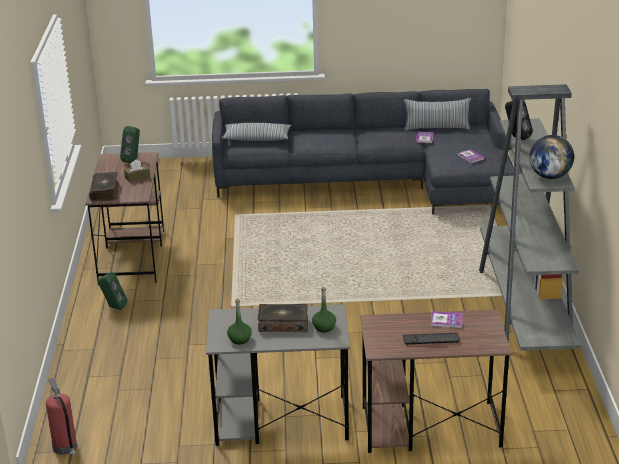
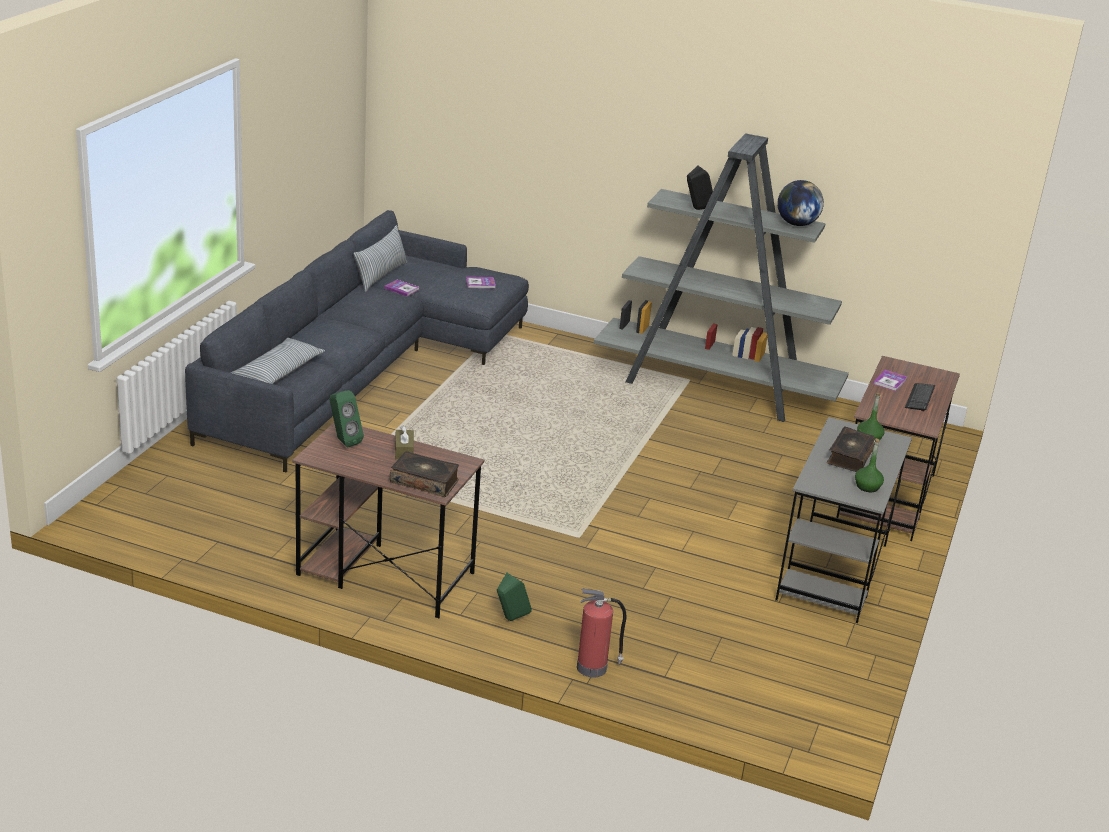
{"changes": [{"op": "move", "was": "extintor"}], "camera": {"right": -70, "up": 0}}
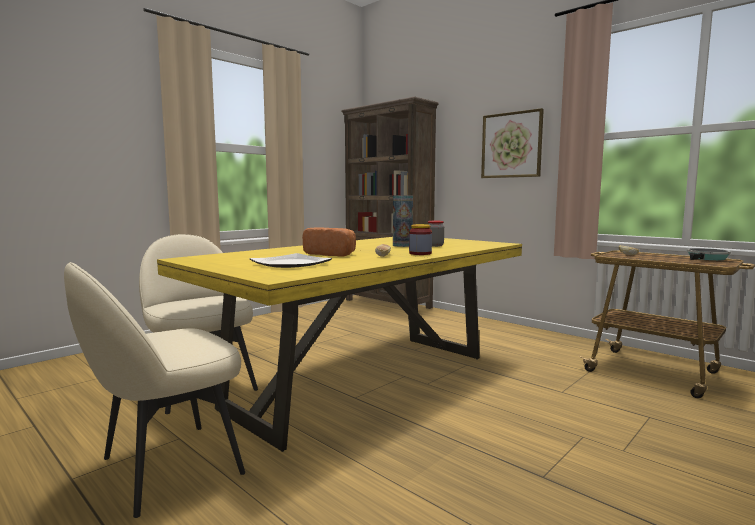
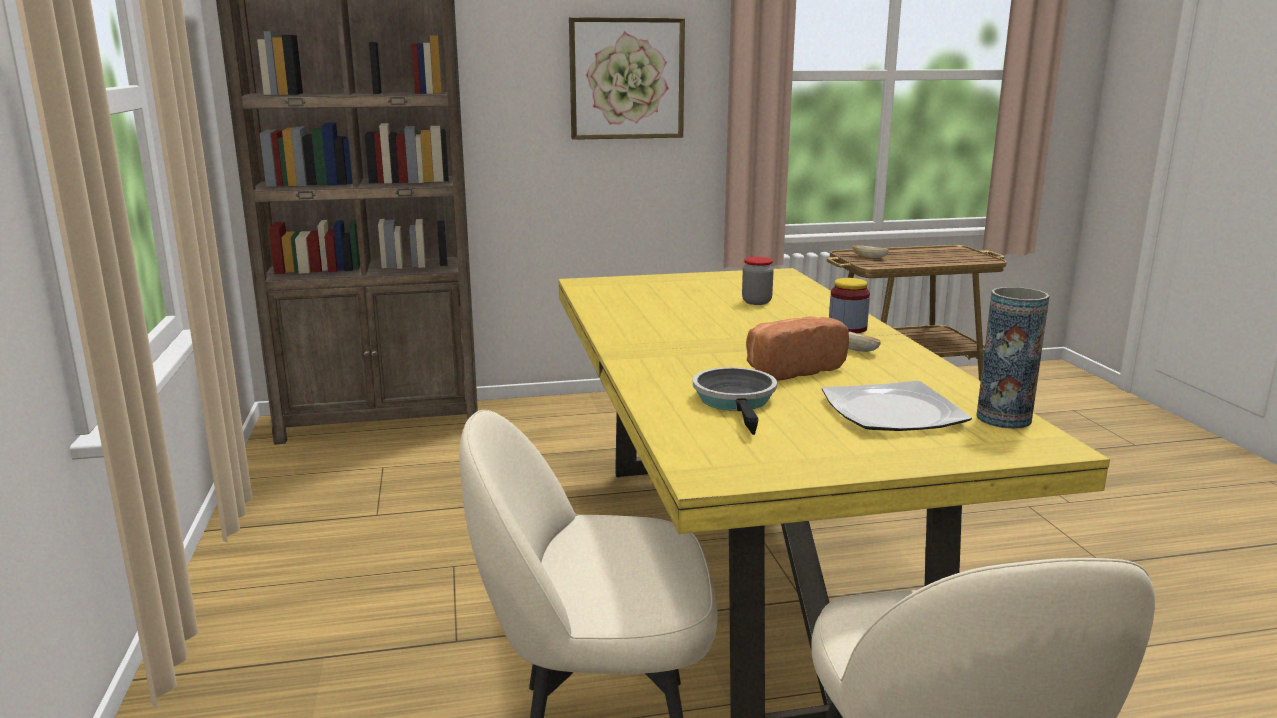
{"changes": [{"op": "move", "was": "florero"}, {"op": "move", "was": "sartén"}], "camera": {"right": -55, "up": 10}}
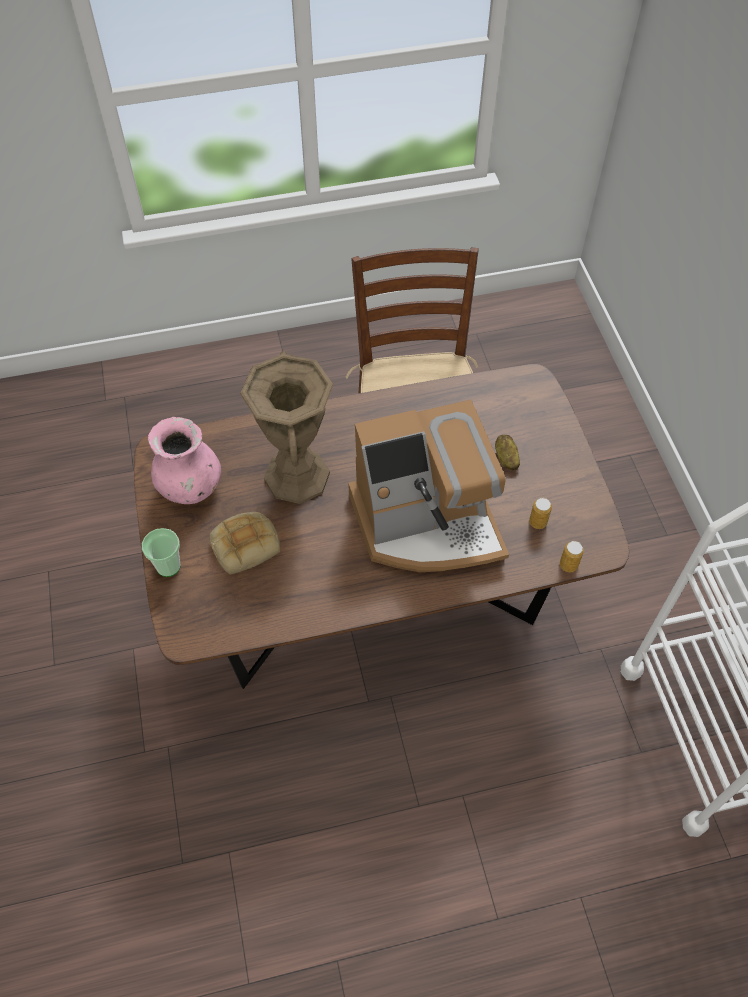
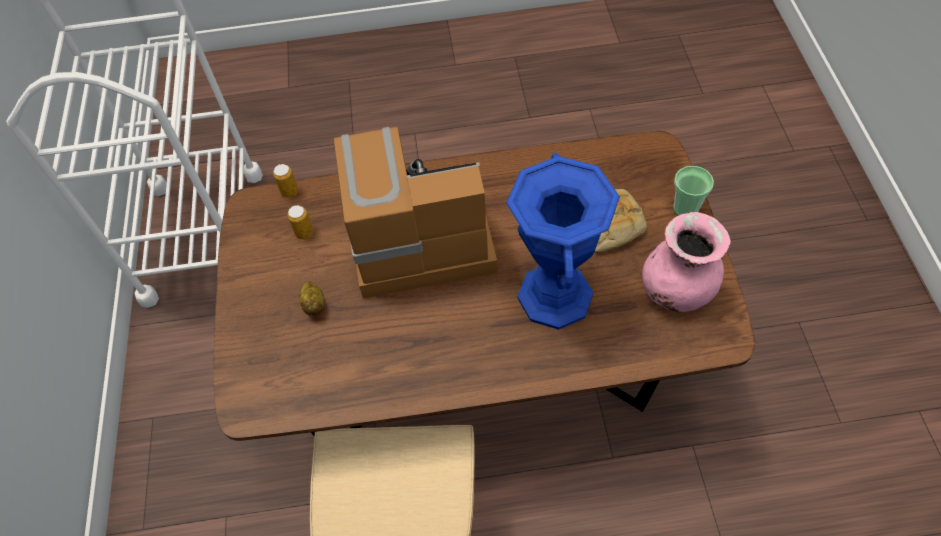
{"changes": [{"op": "recolor", "was": "florero [marrón]", "now": "florero [azul]"}], "camera": {"right": -170, "up": 0}}
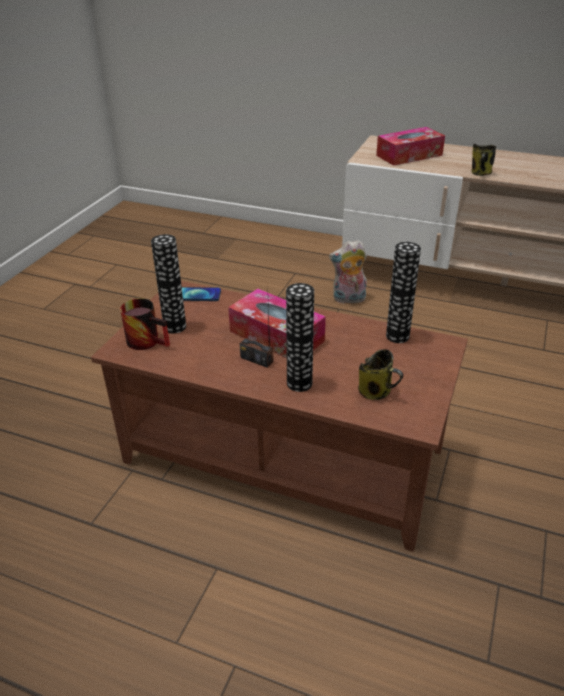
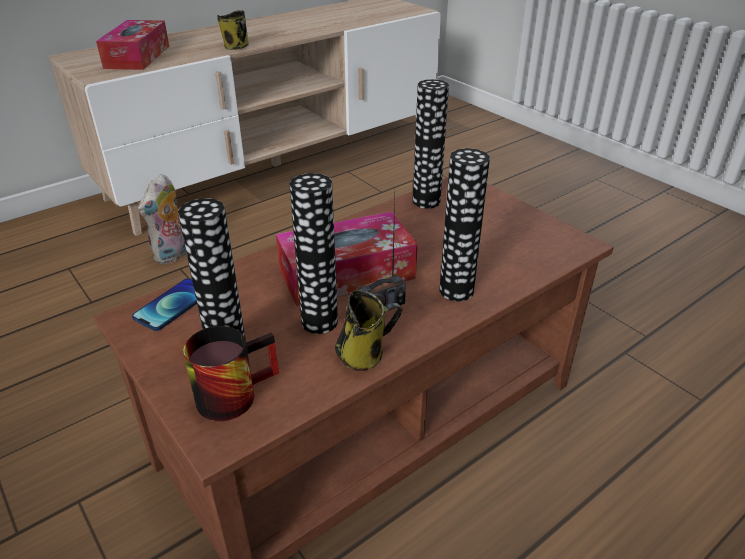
{"changes": [{"op": "move", "was": "taza grande (2nd from left in the first image)", "now": "taza grande (3rd from left)"}, {"op": "insert", "now": "florero (2nd from left)"}], "camera": {"right": -60, "up": 0}}
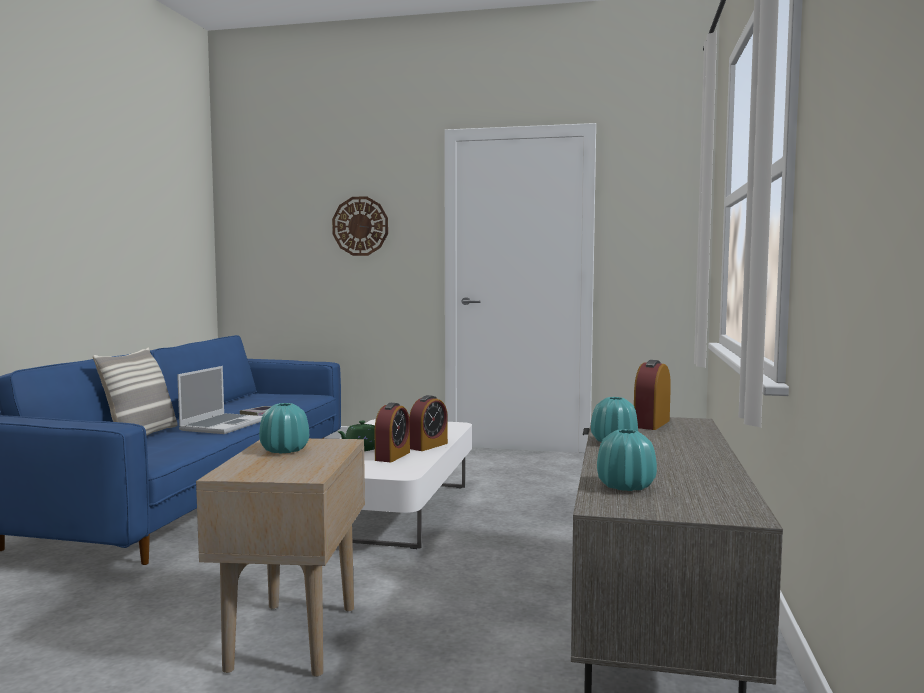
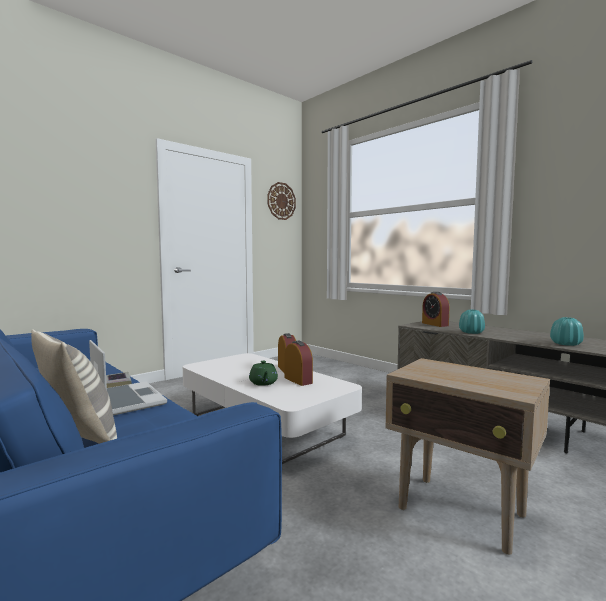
{"changes": [{"op": "move", "was": "reloj de pared"}, {"op": "delete", "was": "florero [turquesa] (1st from left)"}], "camera": {"right": -55, "up": 0}}
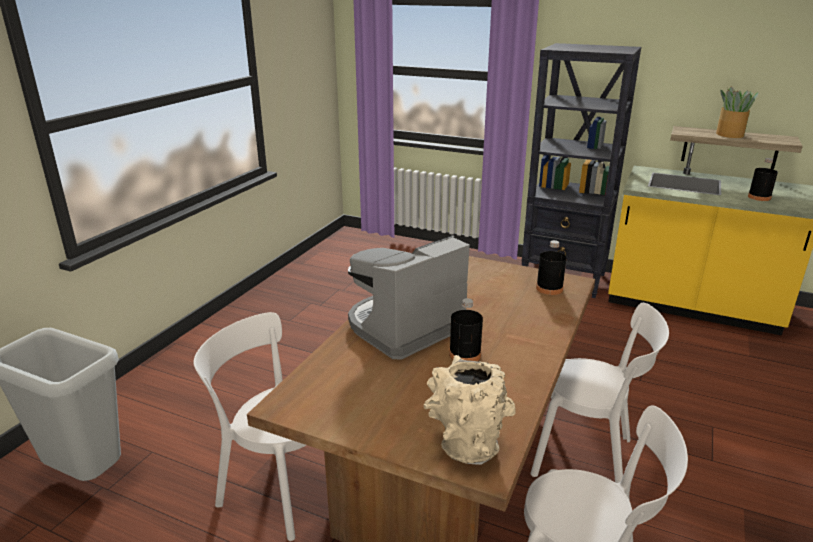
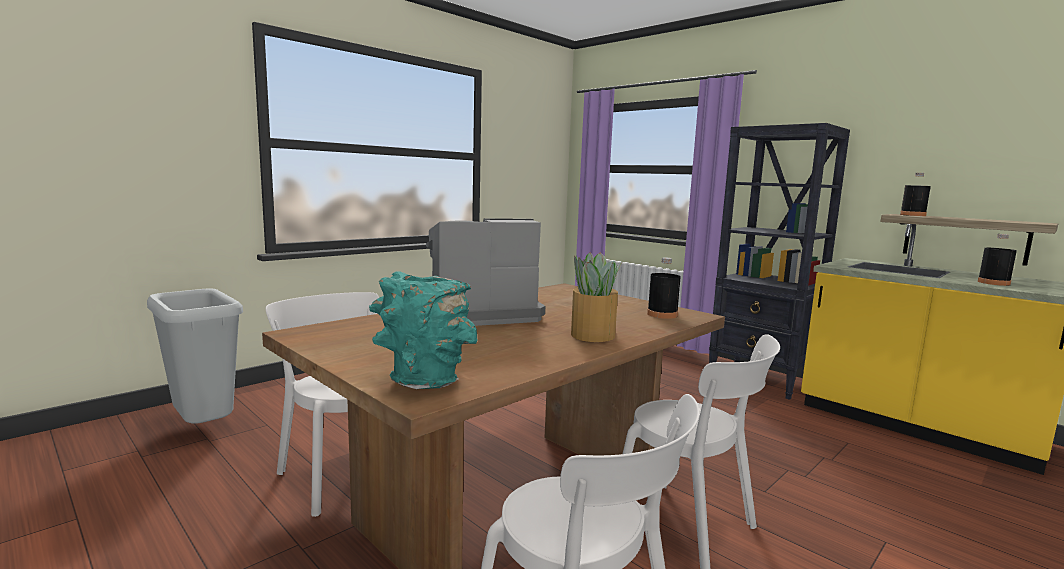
{"changes": [{"op": "move", "was": "planta en maceta"}, {"op": "move", "was": "botella [negro] (1st from left in the first image)", "now": "botella [negro] (2nd from left)"}, {"op": "recolor", "was": "florero [beis]", "now": "florero [turquesa]"}], "camera": {"right": 20, "up": -15}}
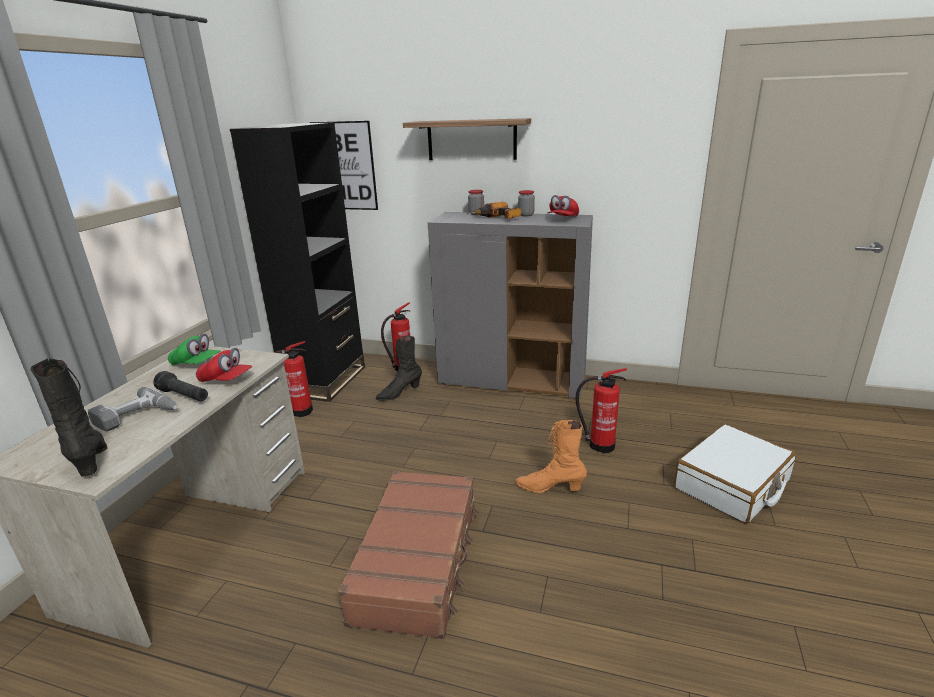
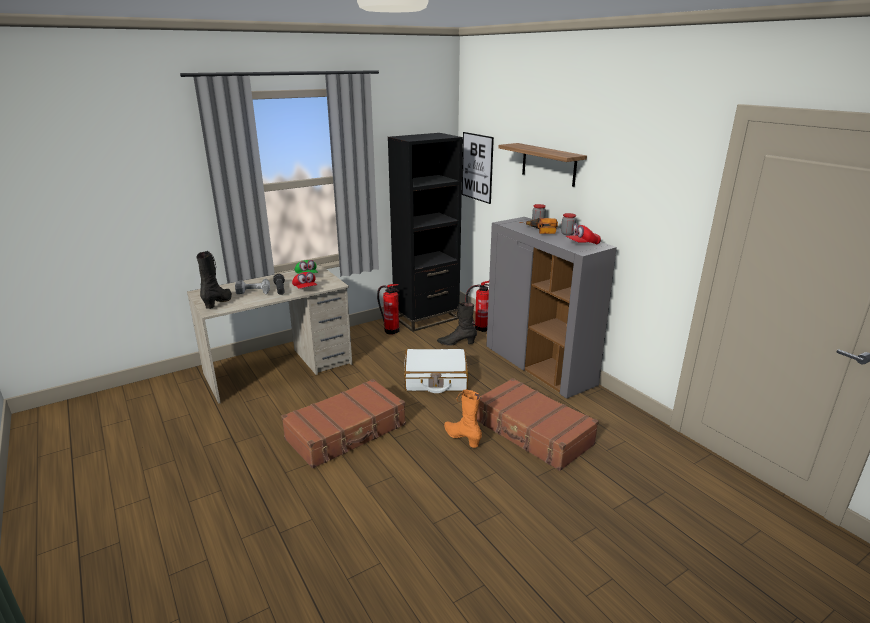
{"changes": [{"op": "replace", "was": "extintor (3rd from left)", "now": "maleta [marrón] (2nd from left)"}, {"op": "move", "was": "maleta [blanco]"}], "camera": {"right": 40, "up": 0}}
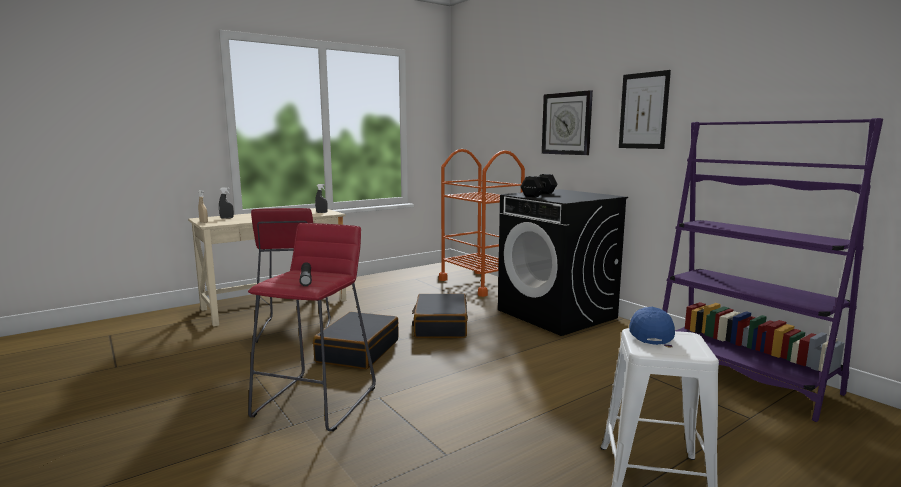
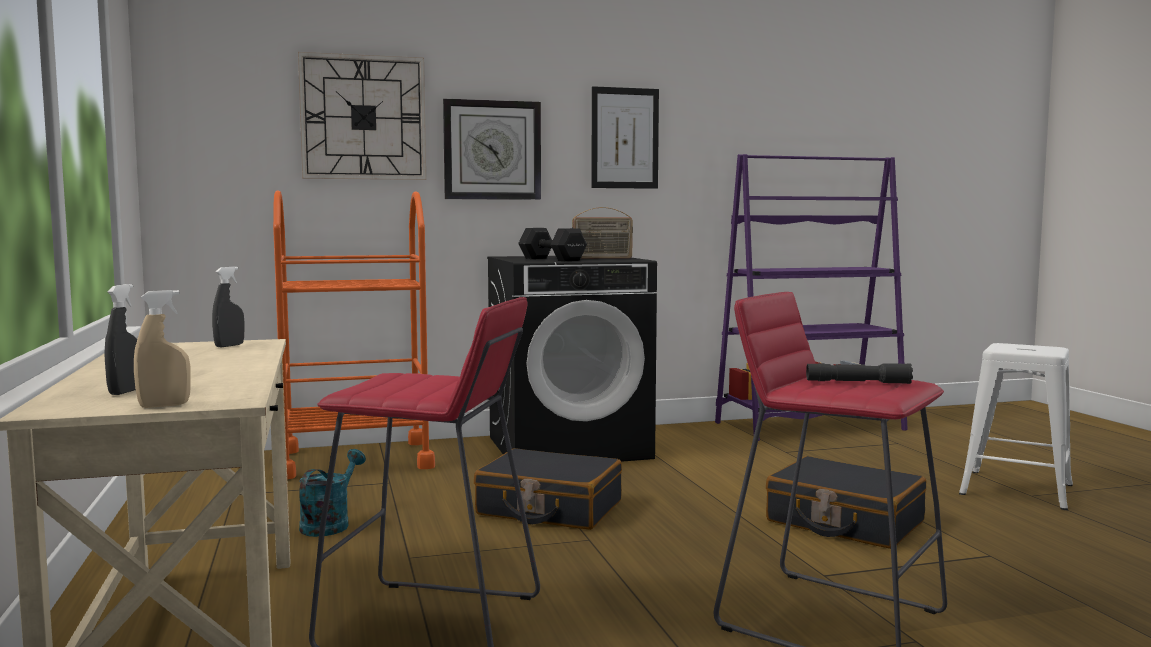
{"changes": [{"op": "delete", "was": "gorra [azul]"}, {"op": "move", "was": "maleta [negro] (1st from left in the first image)", "now": "maleta [negro] (2nd from left)"}, {"op": "insert", "now": "reloj de pared (1st from left)"}, {"op": "insert", "now": "radio"}, {"op": "insert", "now": "regadera [turquesa]"}], "camera": {"right": -70, "up": -5}}
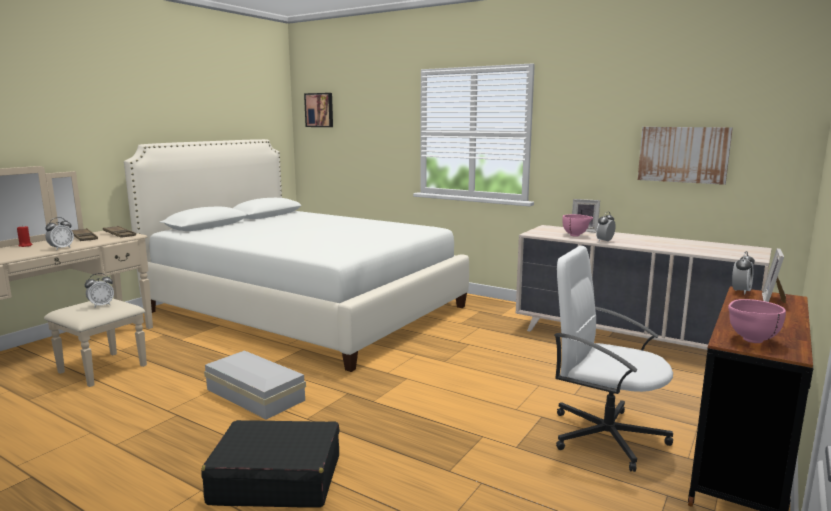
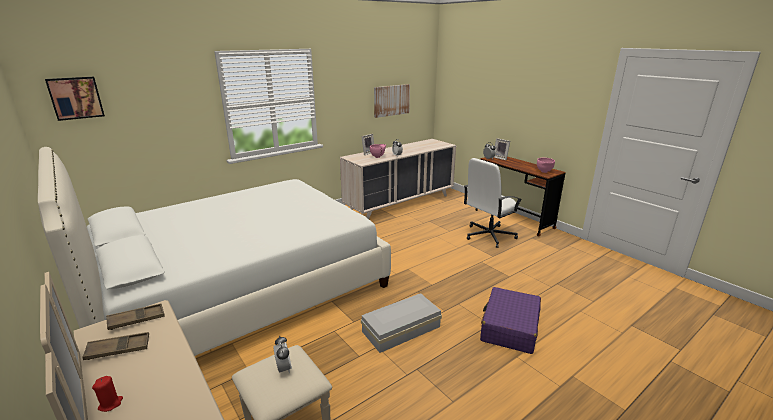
{"changes": [{"op": "delete", "was": "despertador (1st from left)"}, {"op": "recolor", "was": "maleta [negro]", "now": "maleta [morado]"}], "camera": {"right": -70, "up": 10}}
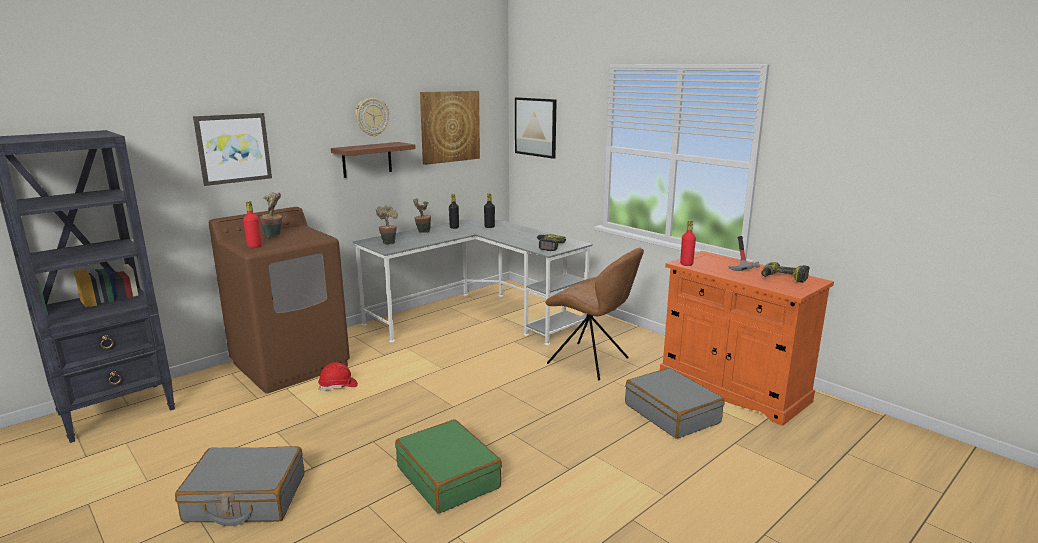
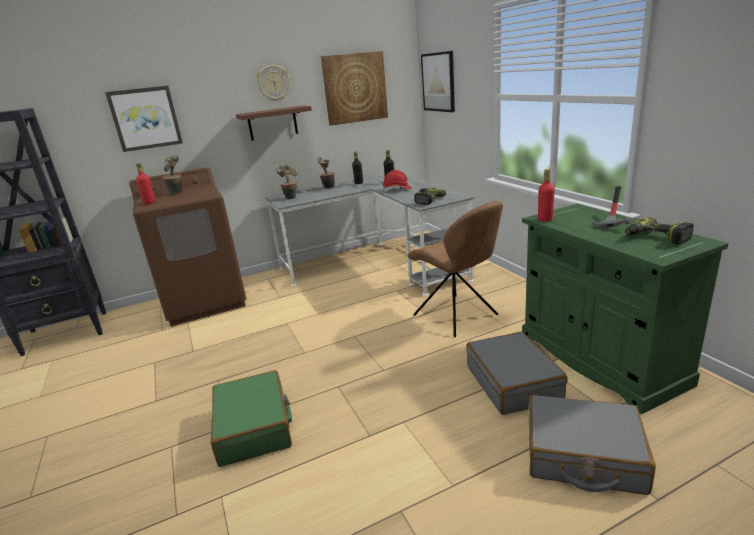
{"changes": [{"op": "recolor", "was": "armario [naranja]", "now": "armario [verde]"}, {"op": "move", "was": "casco [rojo]"}, {"op": "move", "was": "maleta [gris] (1st from left in the first image)", "now": "maleta [gris] (2nd from left)"}], "camera": {"right": 20, "up": 5}}
